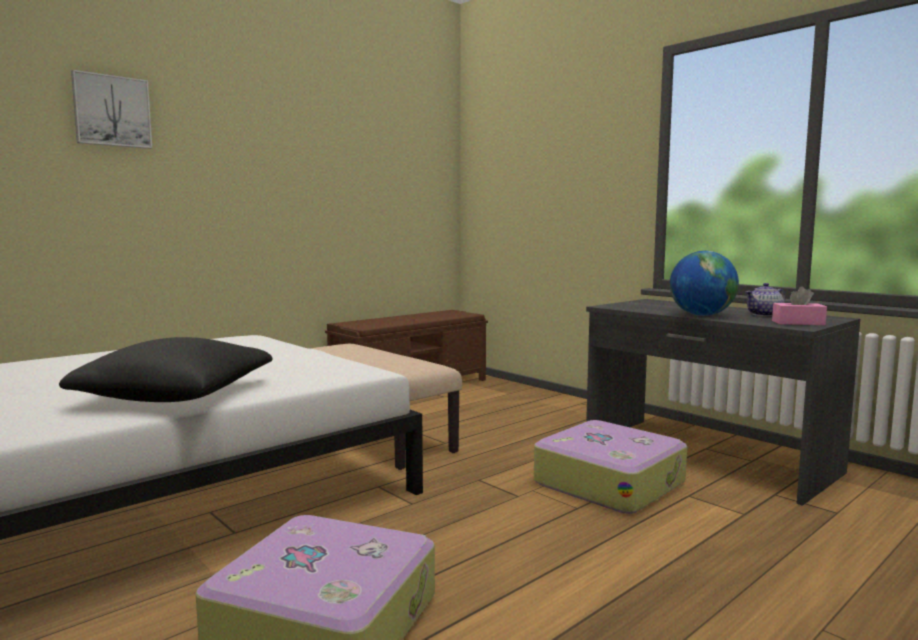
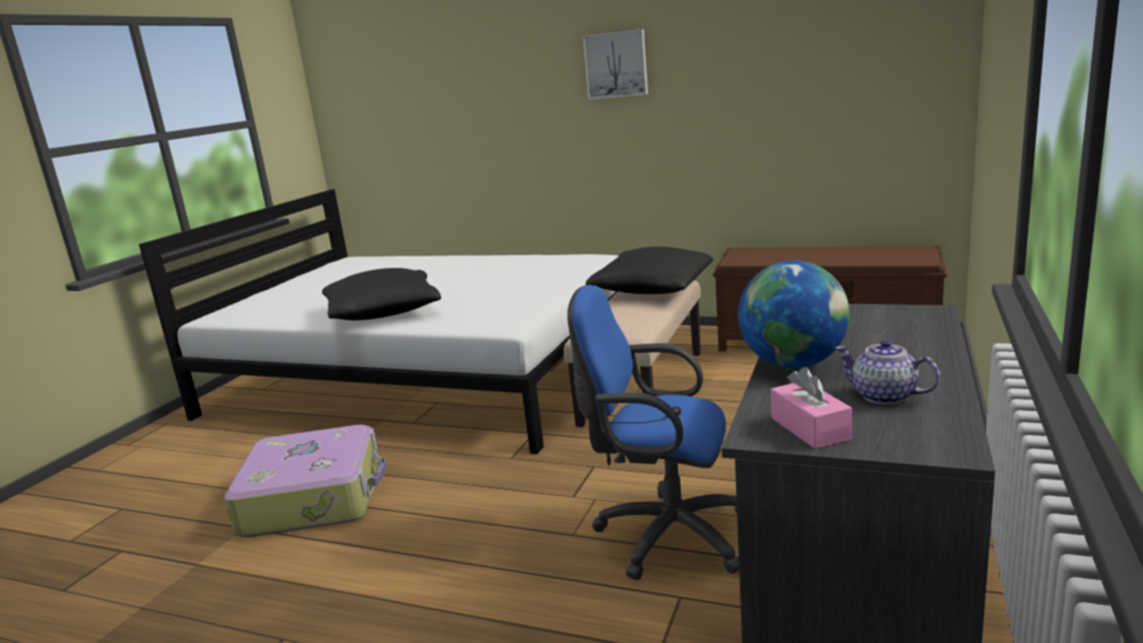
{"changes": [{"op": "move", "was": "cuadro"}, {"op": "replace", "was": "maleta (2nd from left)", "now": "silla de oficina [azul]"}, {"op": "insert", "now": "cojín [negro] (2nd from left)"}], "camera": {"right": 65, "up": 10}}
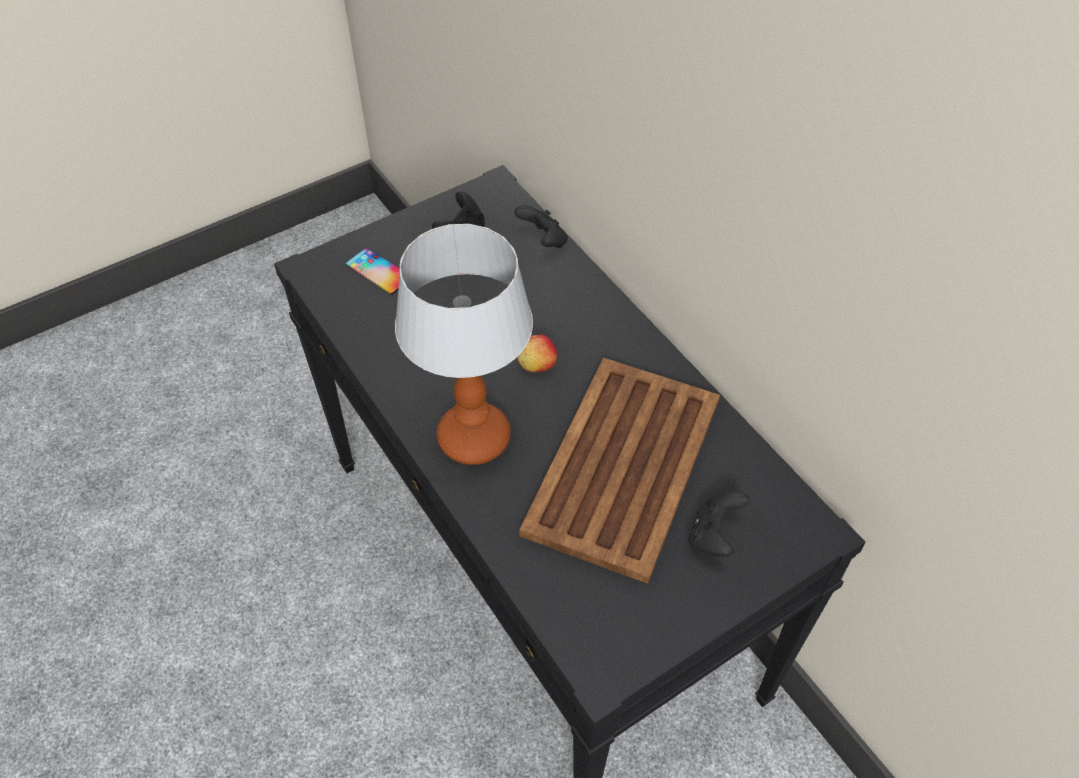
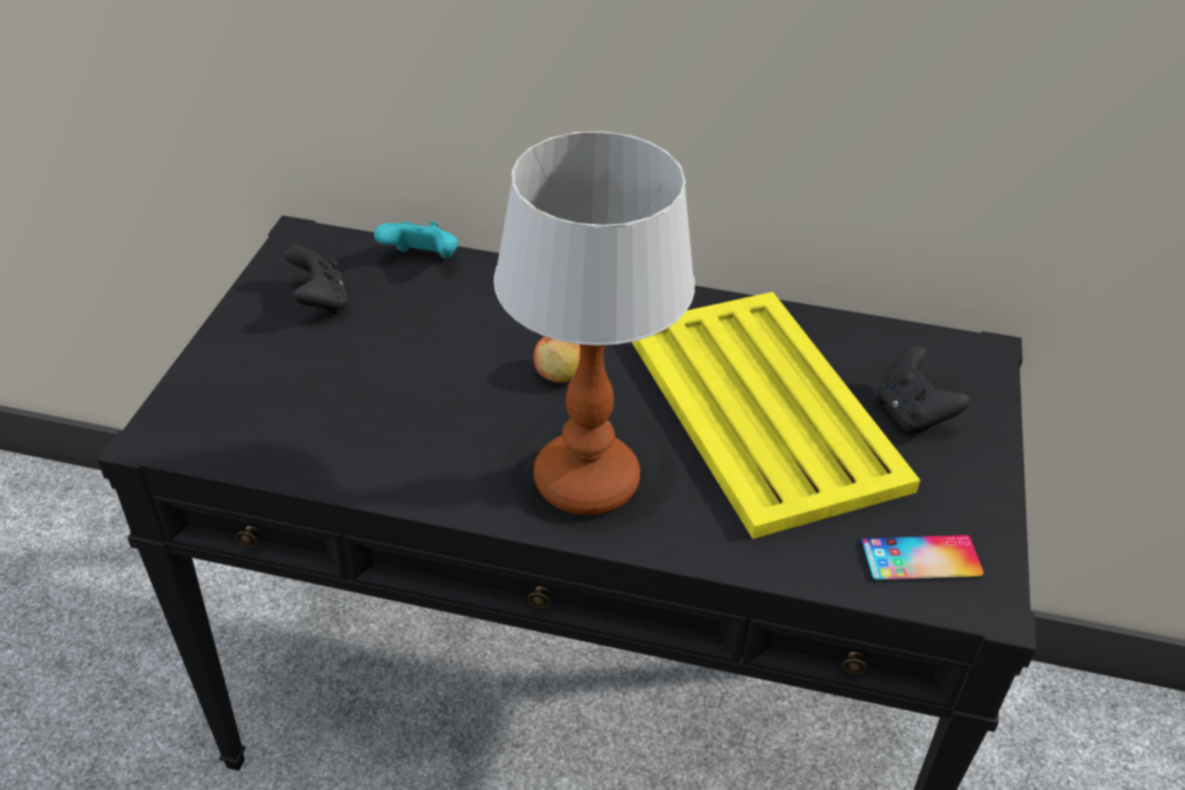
{"changes": [{"op": "recolor", "was": "mando de consola [negro] (2nd from left)", "now": "mando de consola [turquesa]"}, {"op": "move", "was": "móvil"}, {"op": "recolor", "was": "bandeja [marrón]", "now": "bandeja [amarillo]"}], "camera": {"right": -45, "up": -10}}
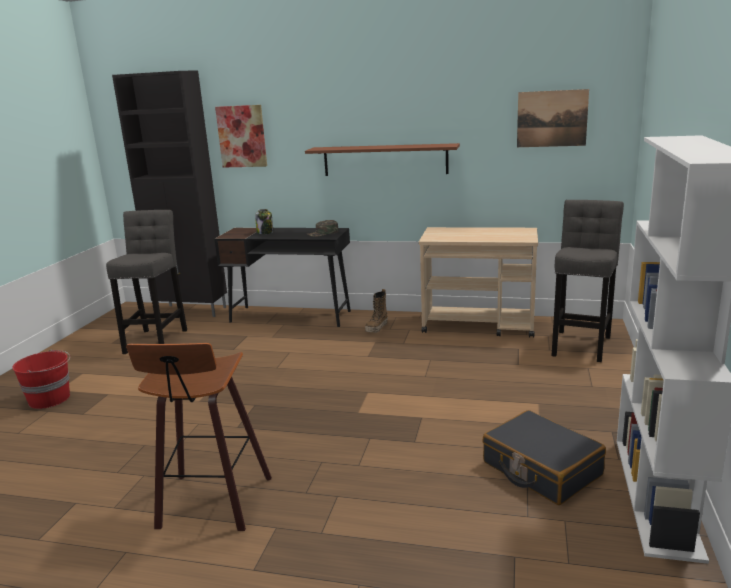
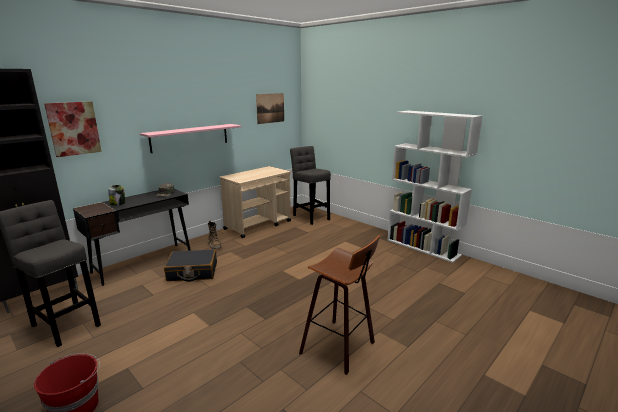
{"changes": [{"op": "recolor", "was": "estante [marrón]", "now": "estante [rosa]"}, {"op": "move", "was": "maleta [negro]"}], "camera": {"right": -60, "up": 0}}
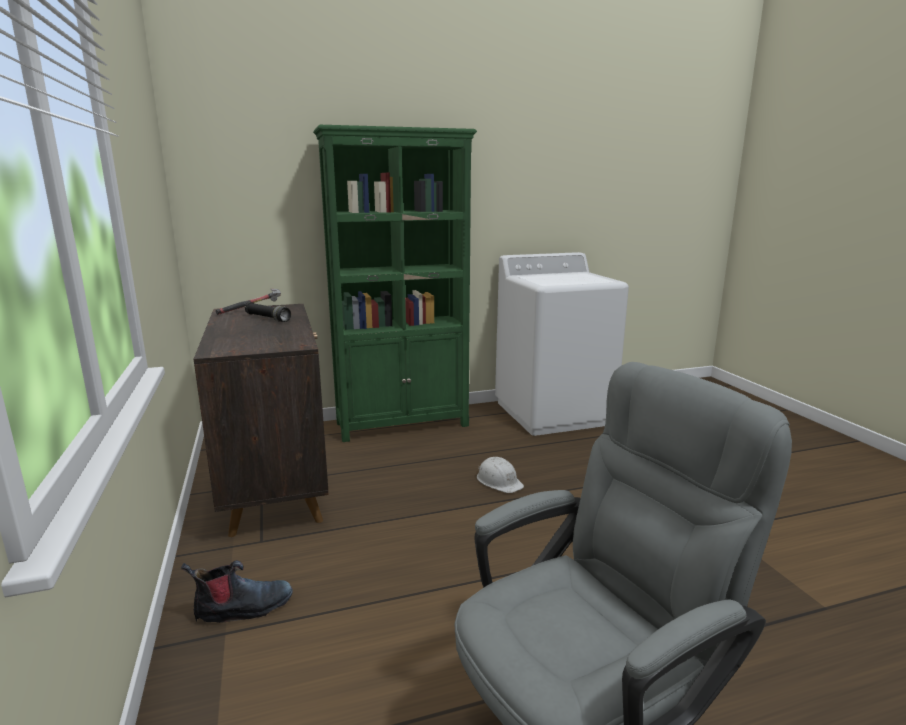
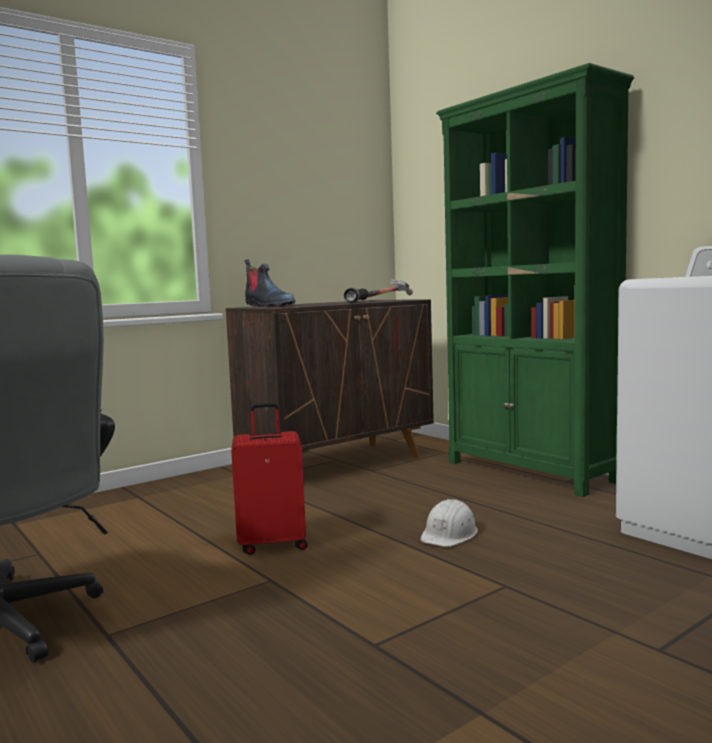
{"changes": [{"op": "move", "was": "bota"}, {"op": "insert", "now": "maleta [rojo]"}], "camera": {"right": 70, "up": -10}}
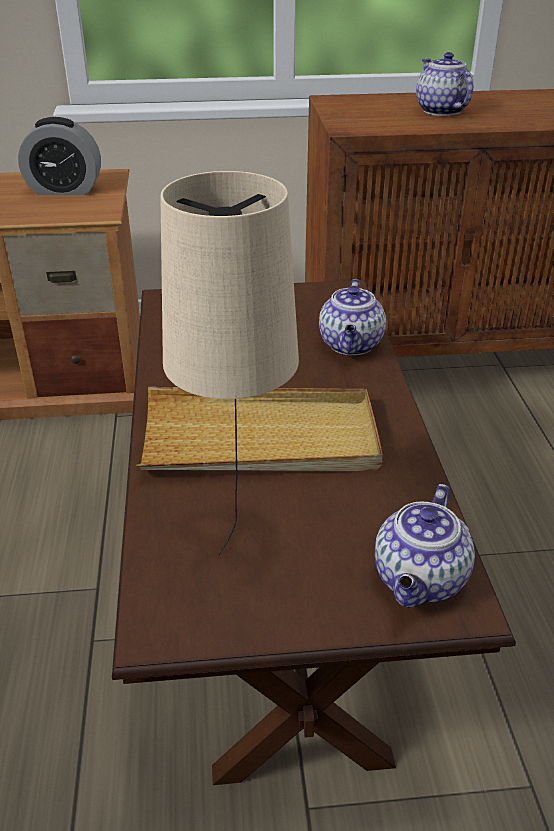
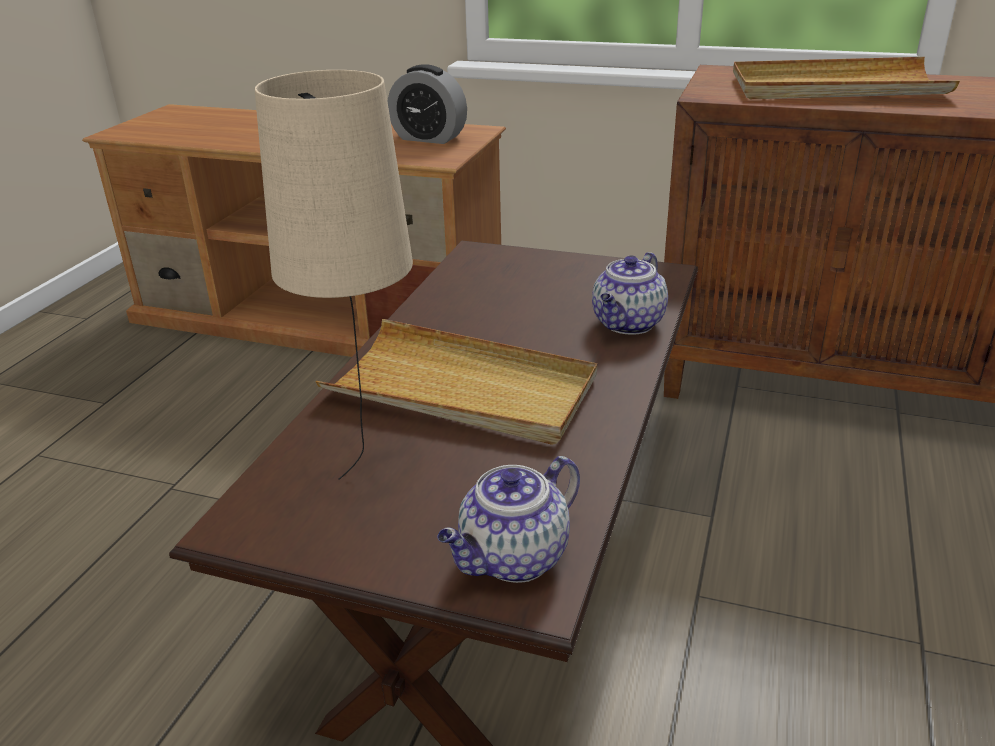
{"changes": [{"op": "replace", "was": "tetera (3rd from left)", "now": "bandeja [beis] (2nd from left)"}], "camera": {"right": 25, "up": -5}}
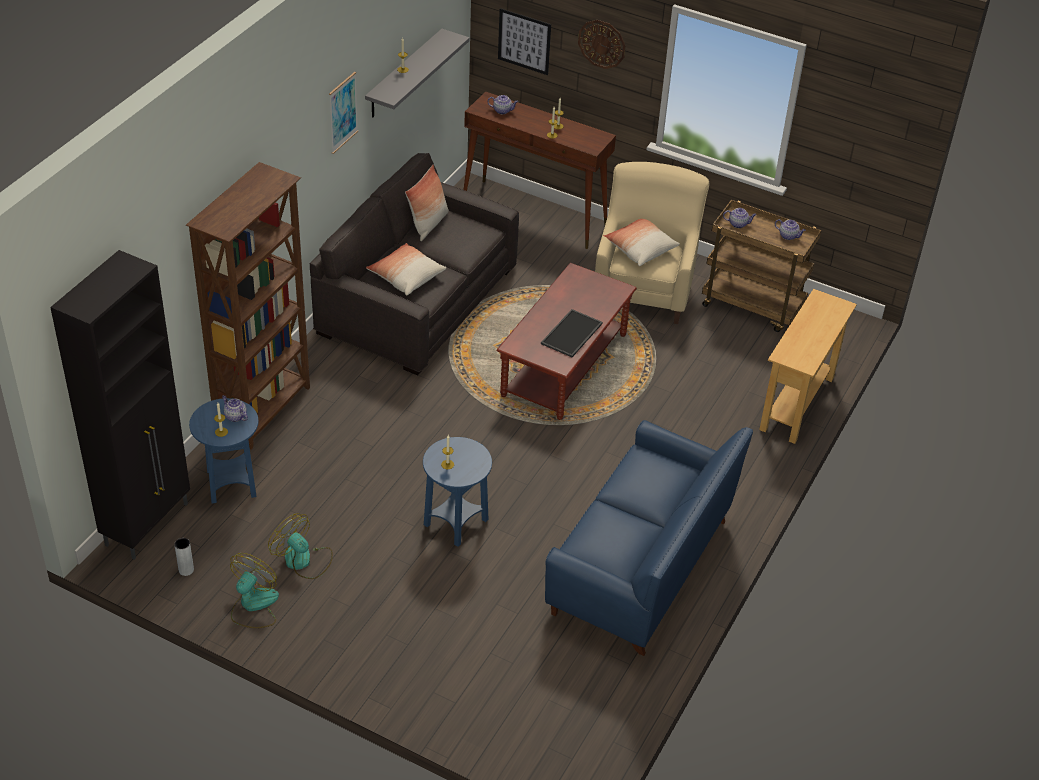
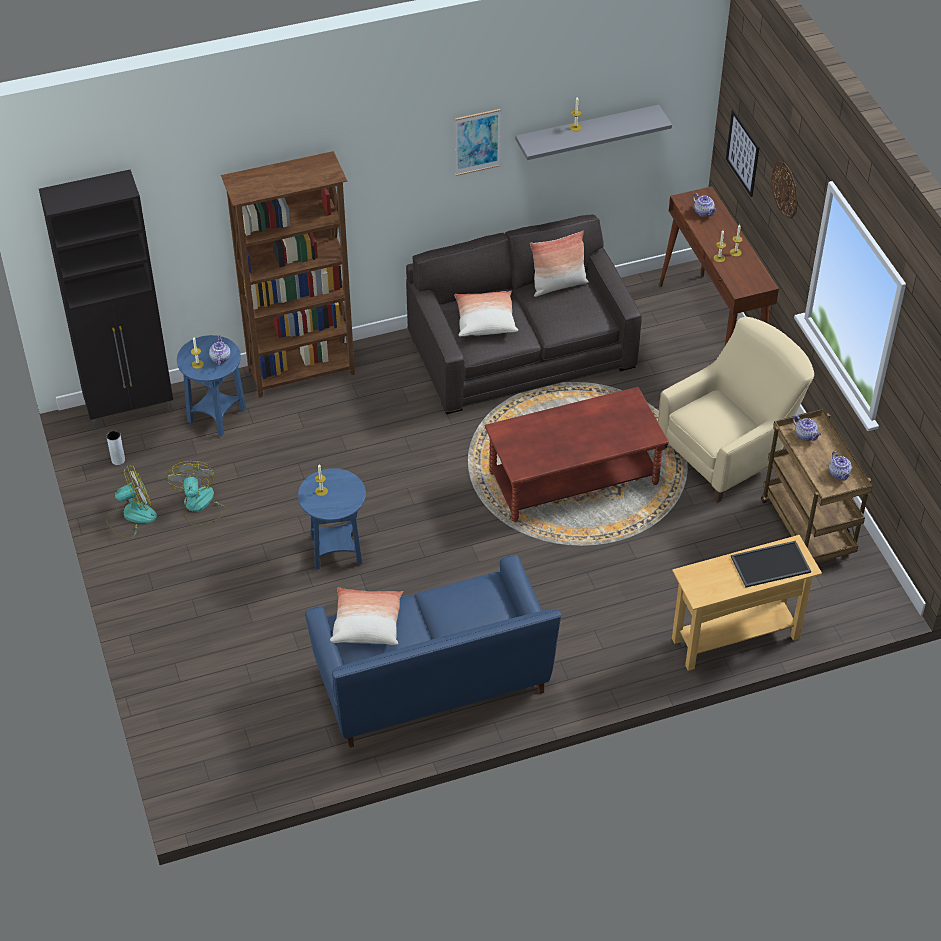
{"changes": [{"op": "move", "was": "cojín (3rd from left in the first image)", "now": "cojín (1st from left)"}, {"op": "move", "was": "bandeja"}], "camera": {"right": 45, "up": 5}}
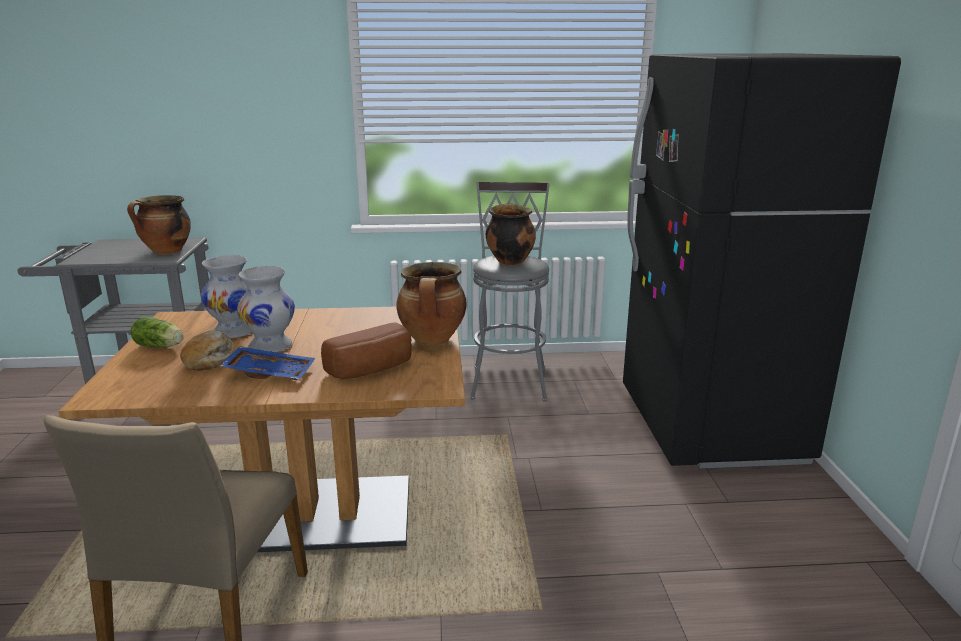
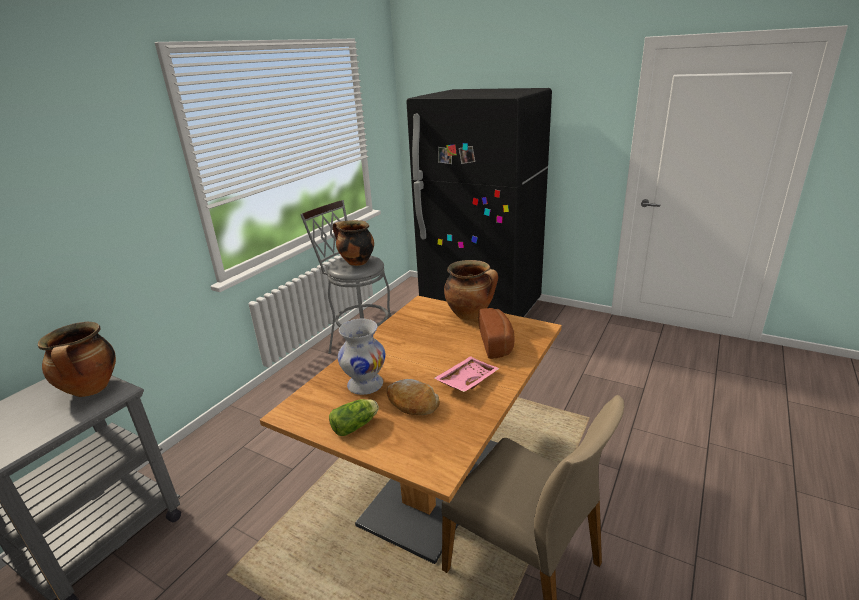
{"changes": [{"op": "delete", "was": "florero [blanco] (2nd from left)"}, {"op": "recolor", "was": "bandeja [azul]", "now": "bandeja [rosa]"}], "camera": {"right": -55, "up": 5}}
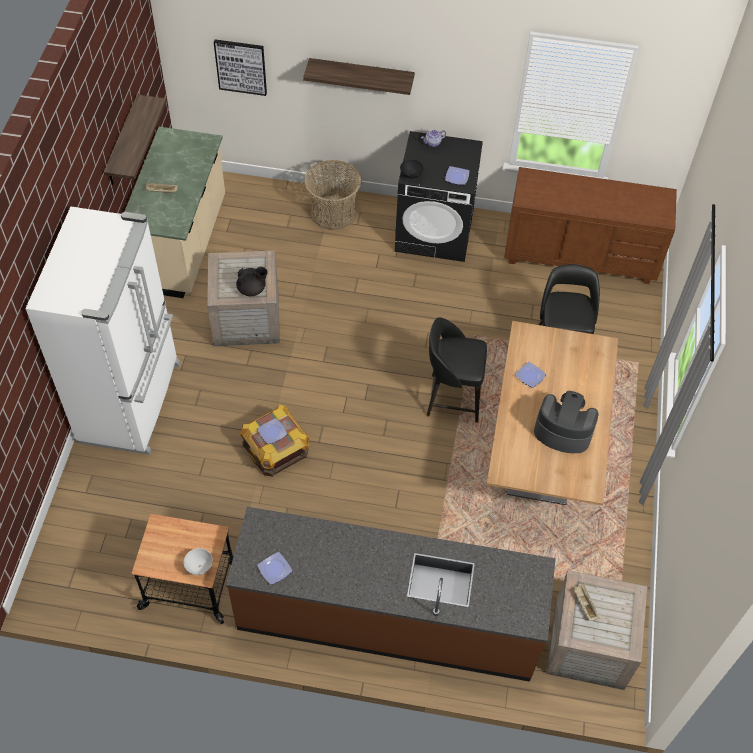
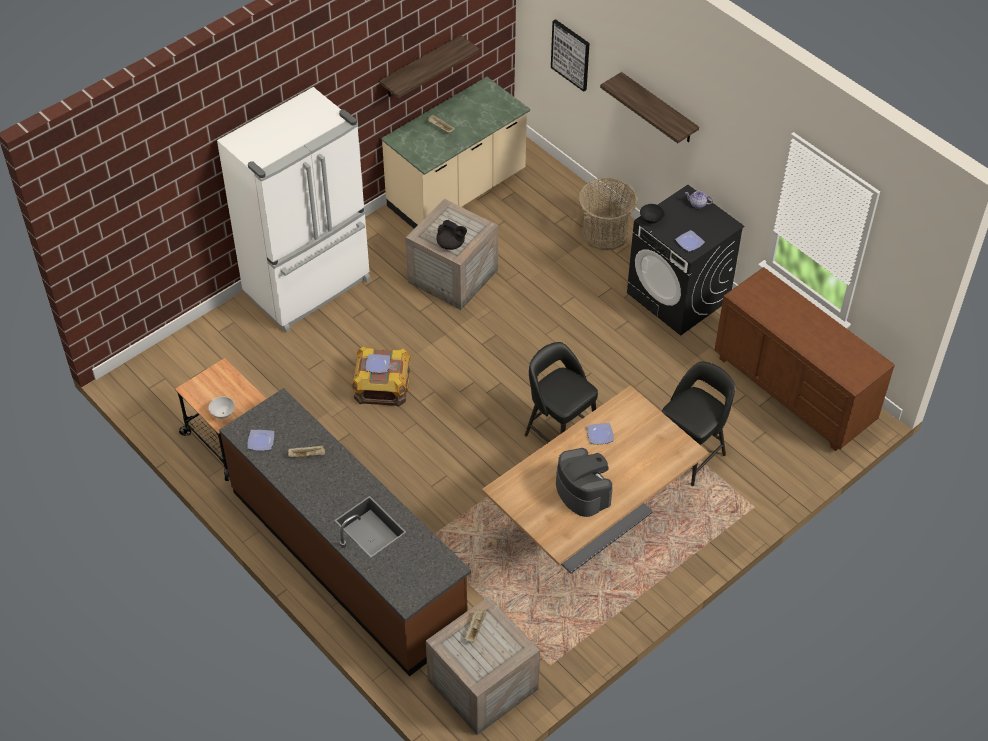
{"changes": [{"op": "insert", "now": "bandeja [beis] (1st from left)"}], "camera": {"right": 40, "up": -5}}
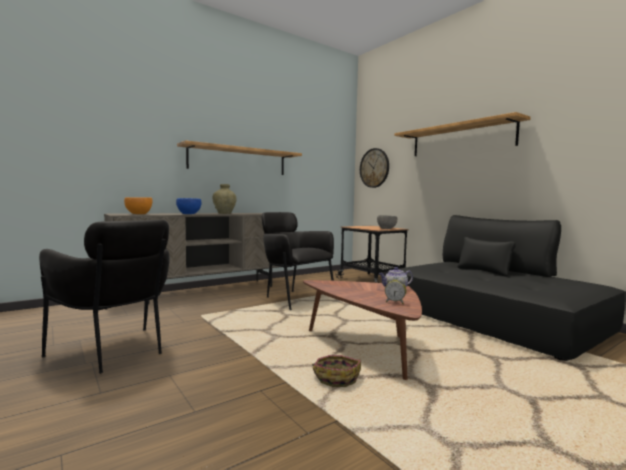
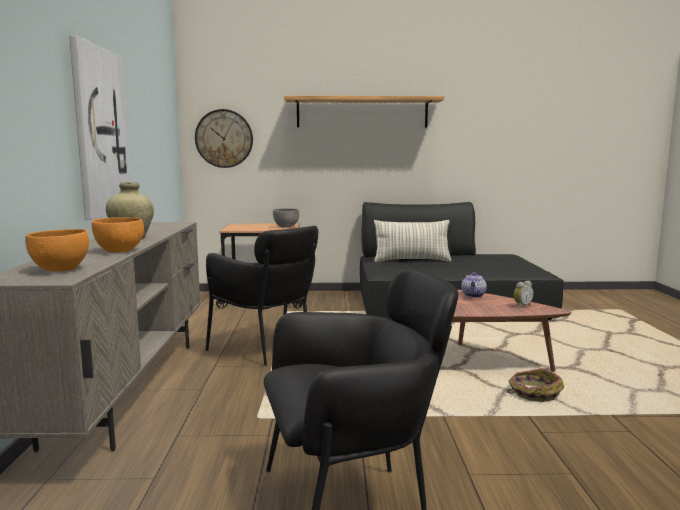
{"changes": [{"op": "replace", "was": "estante (1st from left)", "now": "cuadro"}, {"op": "recolor", "was": "cuenco [azul]", "now": "cuenco [naranja] (2nd from left)"}, {"op": "rotate", "was": "sillón [negro] (2nd from left in the first image)", "clockwise": -120}, {"op": "insert", "now": "cojín"}], "camera": {"right": -55, "up": 5}}
